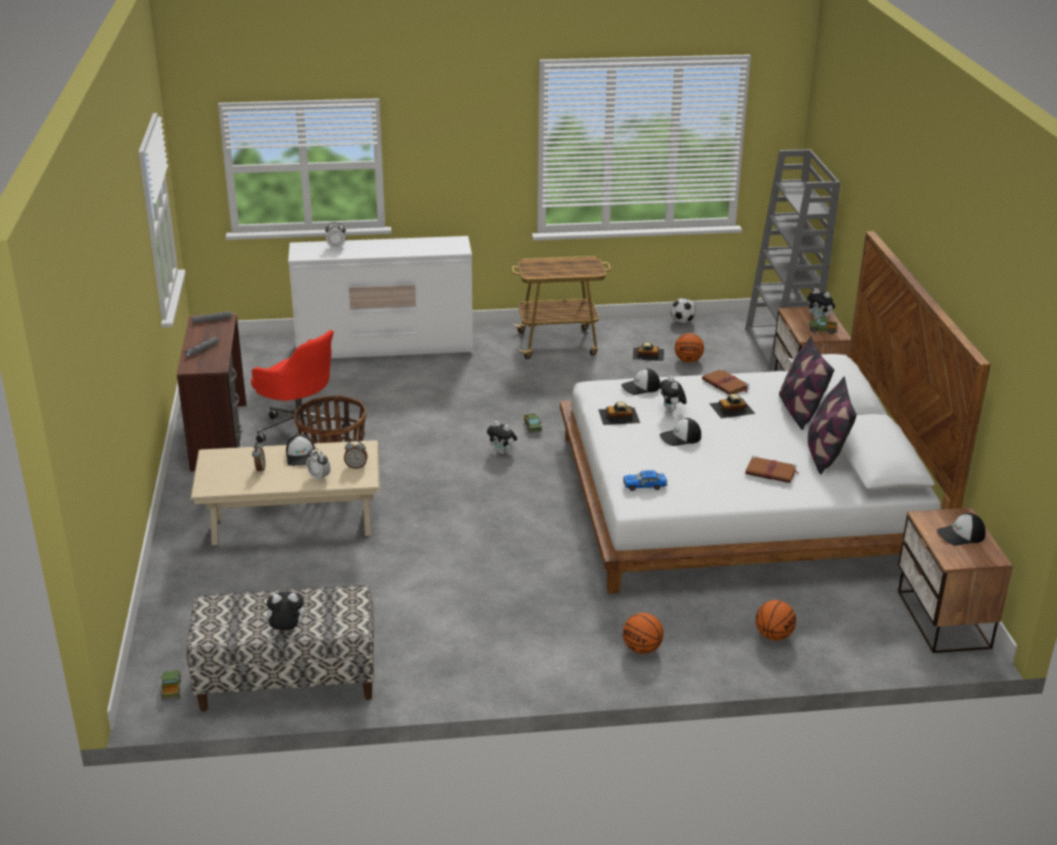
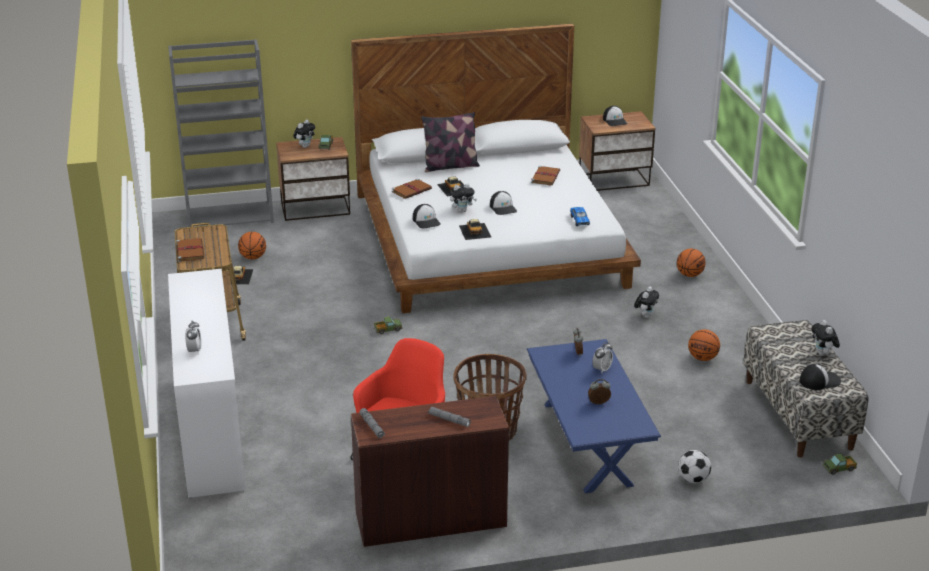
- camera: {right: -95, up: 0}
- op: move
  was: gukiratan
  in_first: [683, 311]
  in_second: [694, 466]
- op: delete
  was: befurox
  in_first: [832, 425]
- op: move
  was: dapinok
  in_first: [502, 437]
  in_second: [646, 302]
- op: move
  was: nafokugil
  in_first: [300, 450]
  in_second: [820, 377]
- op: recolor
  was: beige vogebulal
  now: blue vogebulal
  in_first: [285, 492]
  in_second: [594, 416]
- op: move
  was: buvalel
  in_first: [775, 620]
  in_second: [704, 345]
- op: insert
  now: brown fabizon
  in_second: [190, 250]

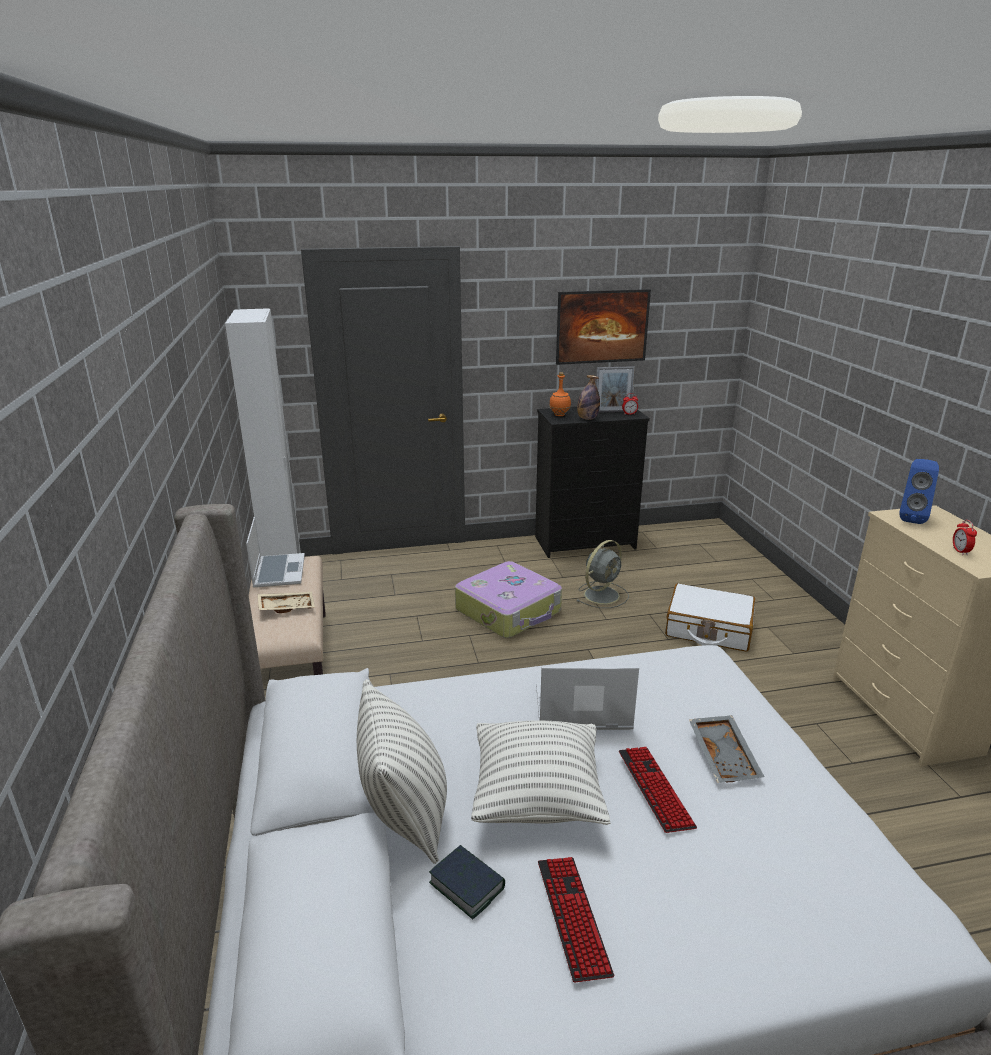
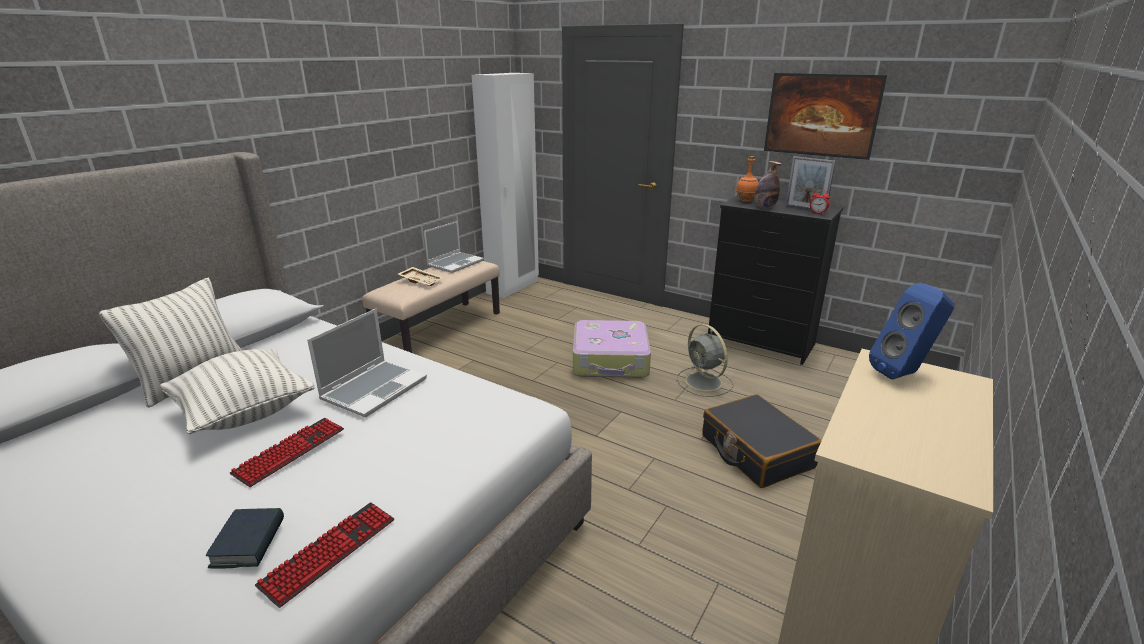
- camera: {right: 45, up: 0}
- op: delete
  was: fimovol
  in_first: [965, 537]
- op: rotate
  was: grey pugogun
  in_first: [602, 574]
  in_second: [705, 360]
  clockwise: 60
- op: recolor
  was: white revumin
  now: black revumin
  in_first: [710, 617]
  in_second: [762, 441]
- op: rotate
  was: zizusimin
  in_first: [587, 698]
  in_second: [367, 363]
  clockwise: 75
- op: delete
  was: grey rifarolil
  in_first: [727, 749]
- op: move
  was: fabizon
  in_first: [467, 882]
  in_second: [245, 538]
- op: move
  was: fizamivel
  in_first: [576, 920]
  in_second: [324, 555]

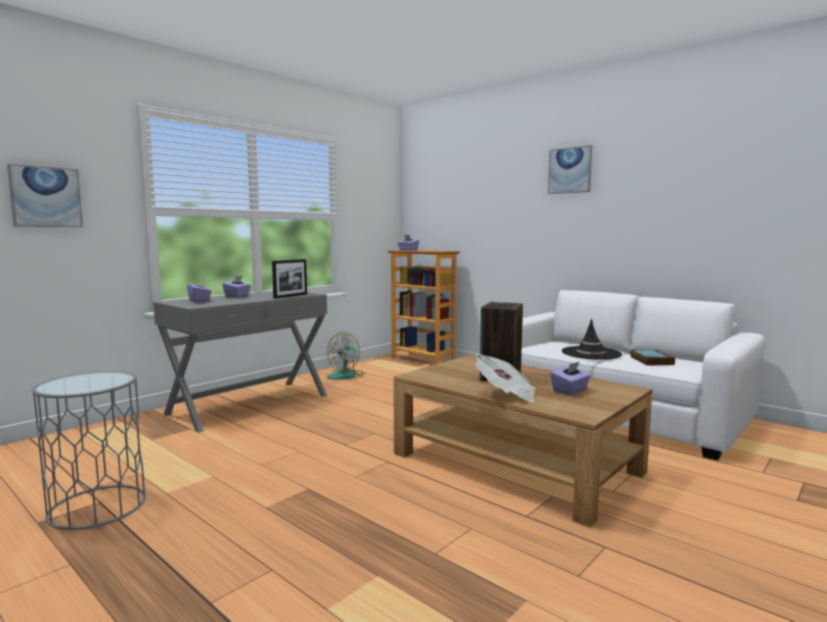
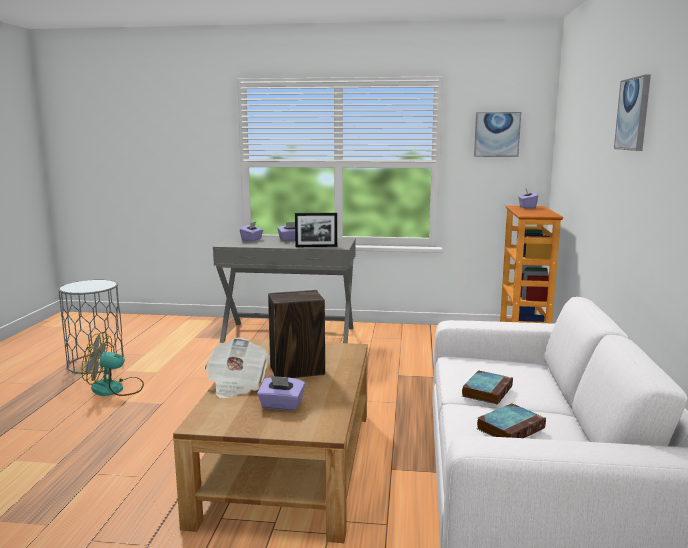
- camera: {right: 55, up: 5}
- op: move
  was: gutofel
  in_first: [45, 195]
  in_second: [497, 134]
- op: replace
  was: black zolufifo
  now: fabizon
  in_first: [592, 339]
  in_second: [487, 387]
- op: move
  was: pugogun
  in_first: [345, 356]
  in_second: [113, 364]

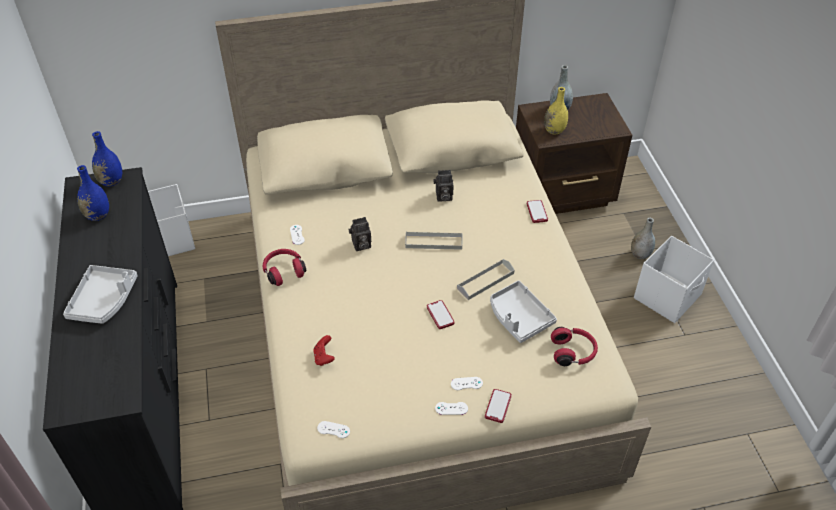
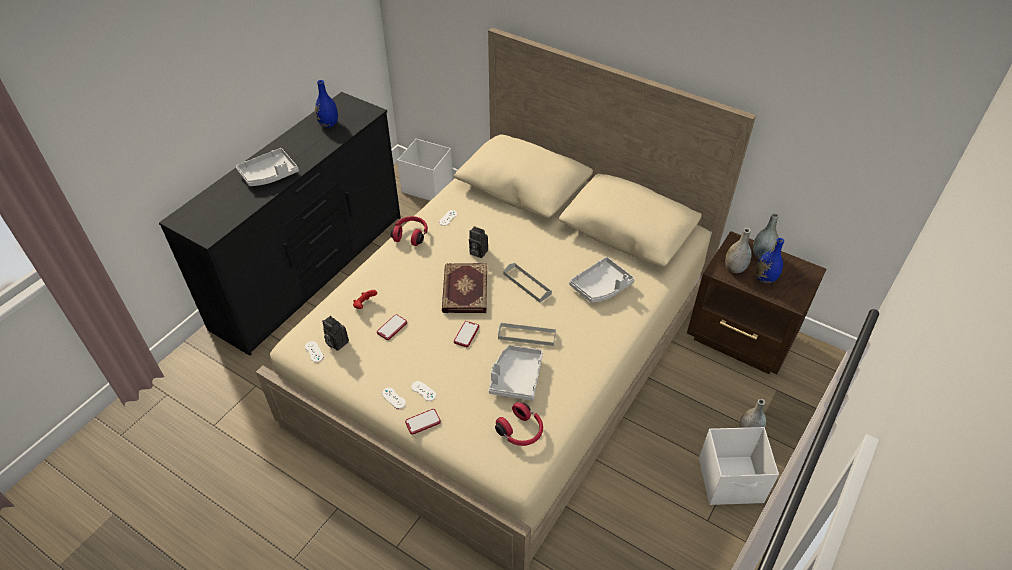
- camera: {right: 45, up: 0}
- op: recolor
  was: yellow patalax
  now: grey patalax
  in_first: [556, 110]
  in_second: [738, 250]
- op: move
  was: blue patalax
  in_first: [107, 158]
  in_second: [769, 261]
- op: move
  was: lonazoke
  in_first: [444, 186]
  in_second: [335, 333]
- op: move
  was: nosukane
  in_first: [537, 211]
  in_second: [392, 327]
- op: insert
  now: grey rifarolil
  in_second: [602, 280]
- op: insert
  now: fabizon
  in_second: [464, 288]

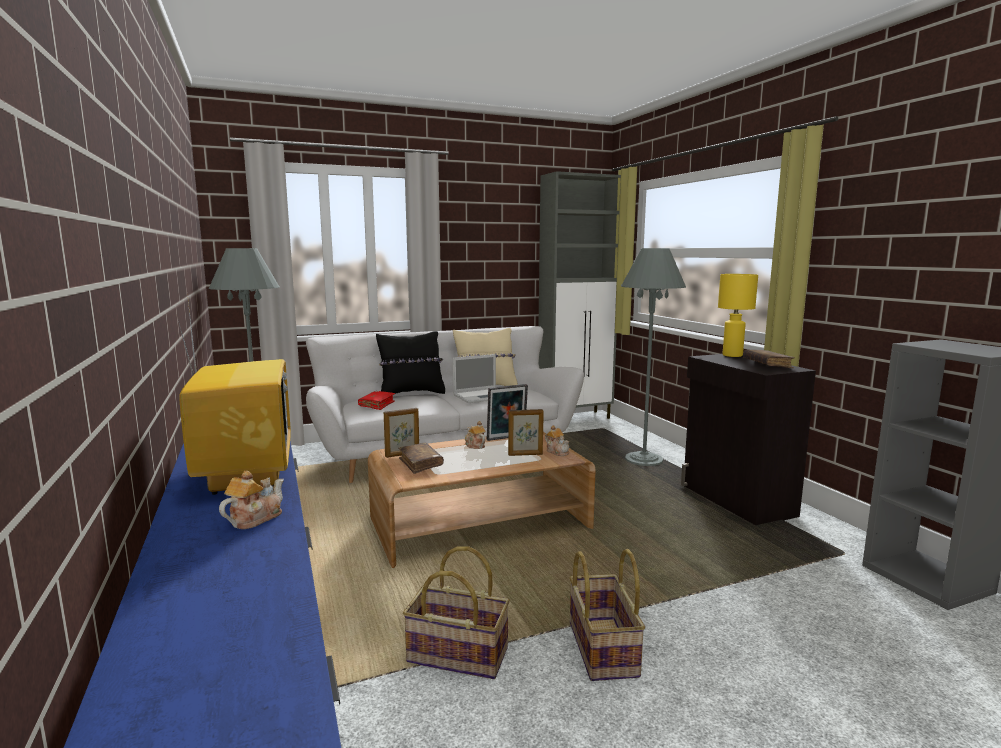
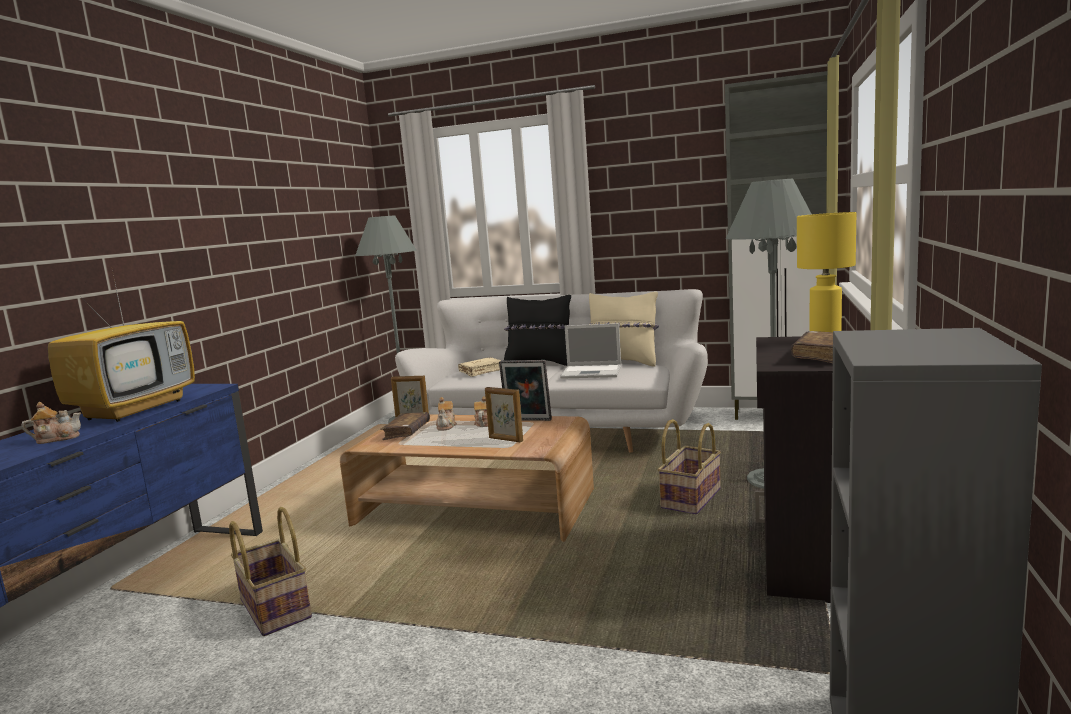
- camera: {right: 40, up: 0}
- op: recolor
  was: red fabizon
  now: beige fabizon
  in_first: [376, 400]
  in_second: [480, 367]
- op: move
  was: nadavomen
  in_first: [557, 440]
  in_second: [446, 413]
- op: move
  was: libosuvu
  in_first: [607, 615]
  in_second: [689, 466]

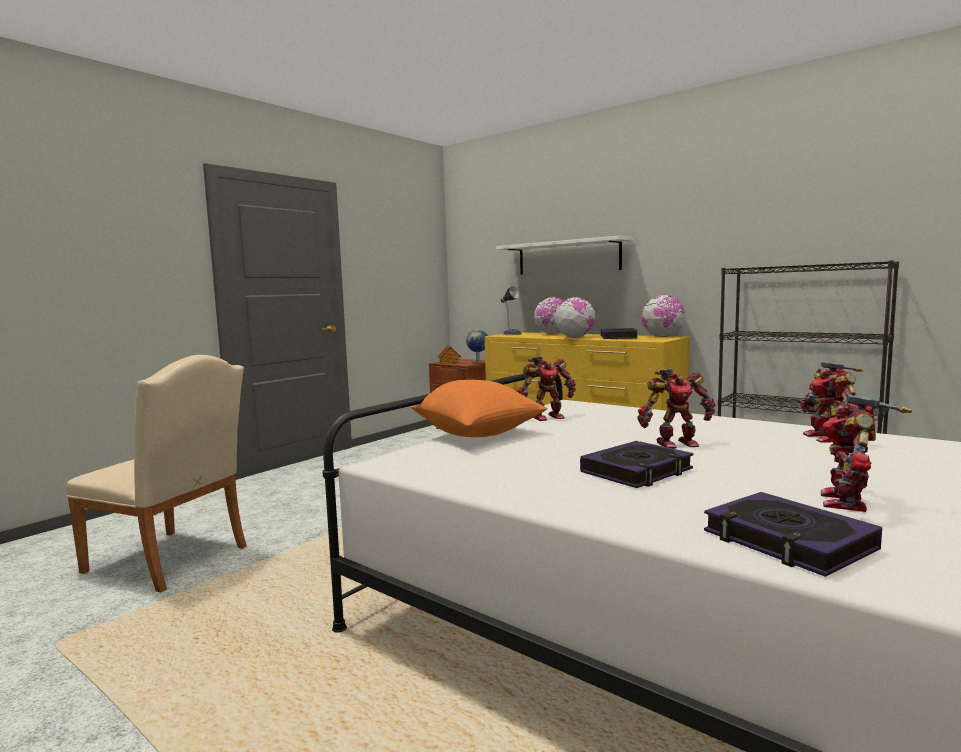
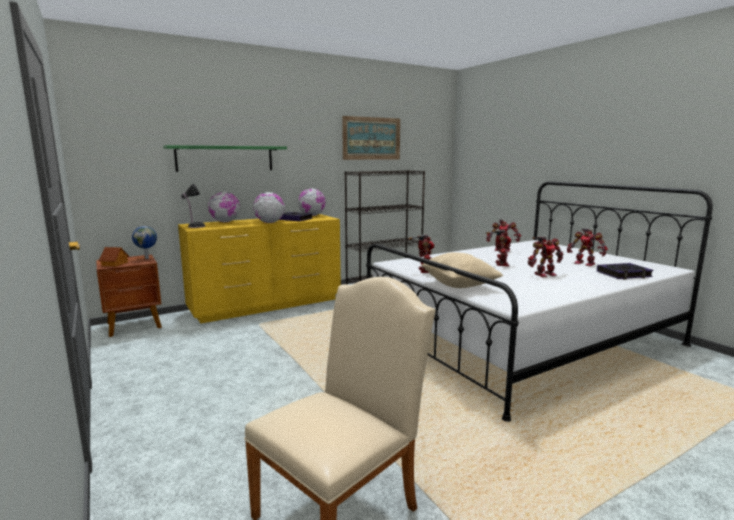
- camera: {right: -70, up: 5}
- op: recolor
  was: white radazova
  now: green radazova
  in_first: [564, 255]
  in_second: [225, 158]
- op: recolor
  was: orange befurox
  now: beige befurox
  in_first: [479, 408]
  in_second: [462, 270]
- op: replace
  was: fabizon
  now: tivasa
  in_first: [636, 464]
  in_second: [545, 257]
- op: insert
  now: gutofel
  in_second: [371, 138]

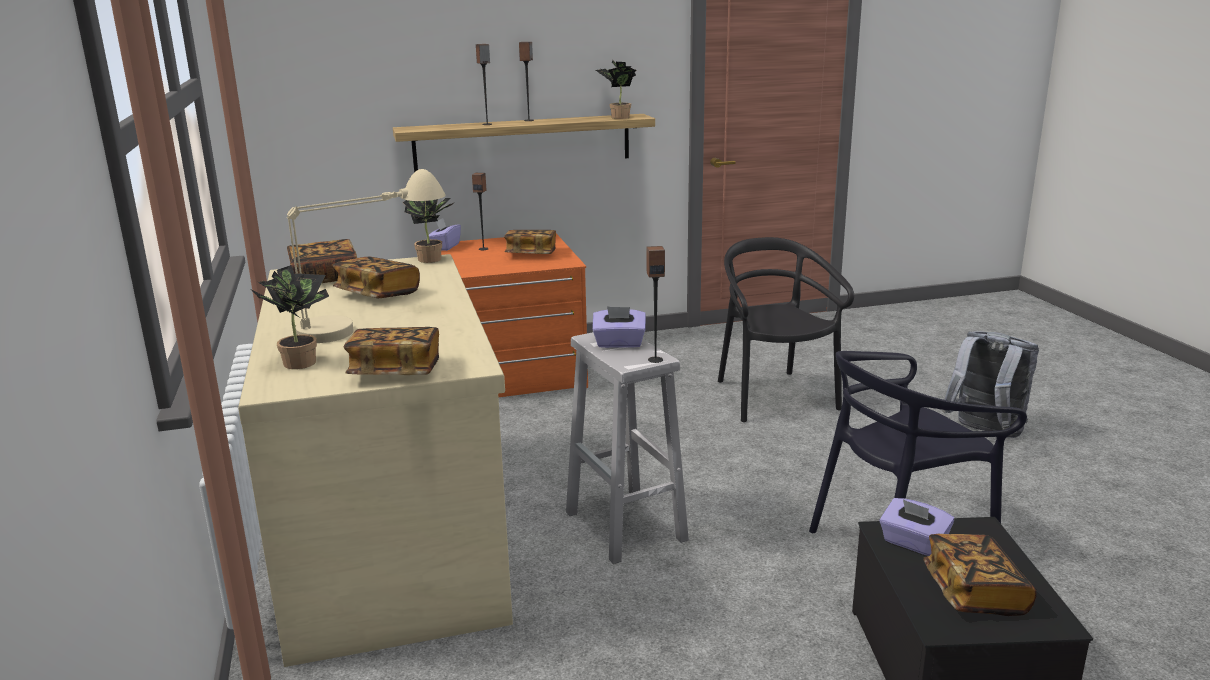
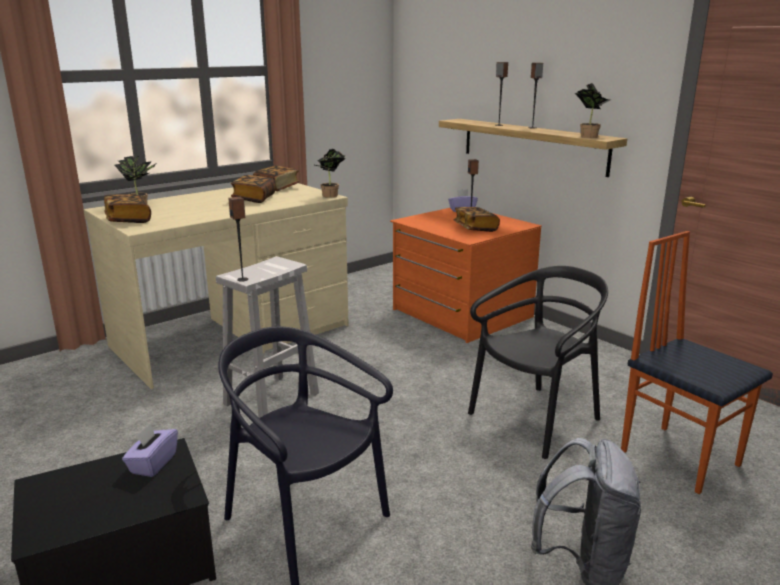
- camera: {right: 65, up: 0}
- op: delete
  was: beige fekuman
  in_first: [366, 256]
- op: delete
  was: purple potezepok
  in_first: [619, 327]
- op: delete
  was: fabizon
  in_first: [980, 575]
- op: insert
  now: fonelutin
  in_second: [697, 362]

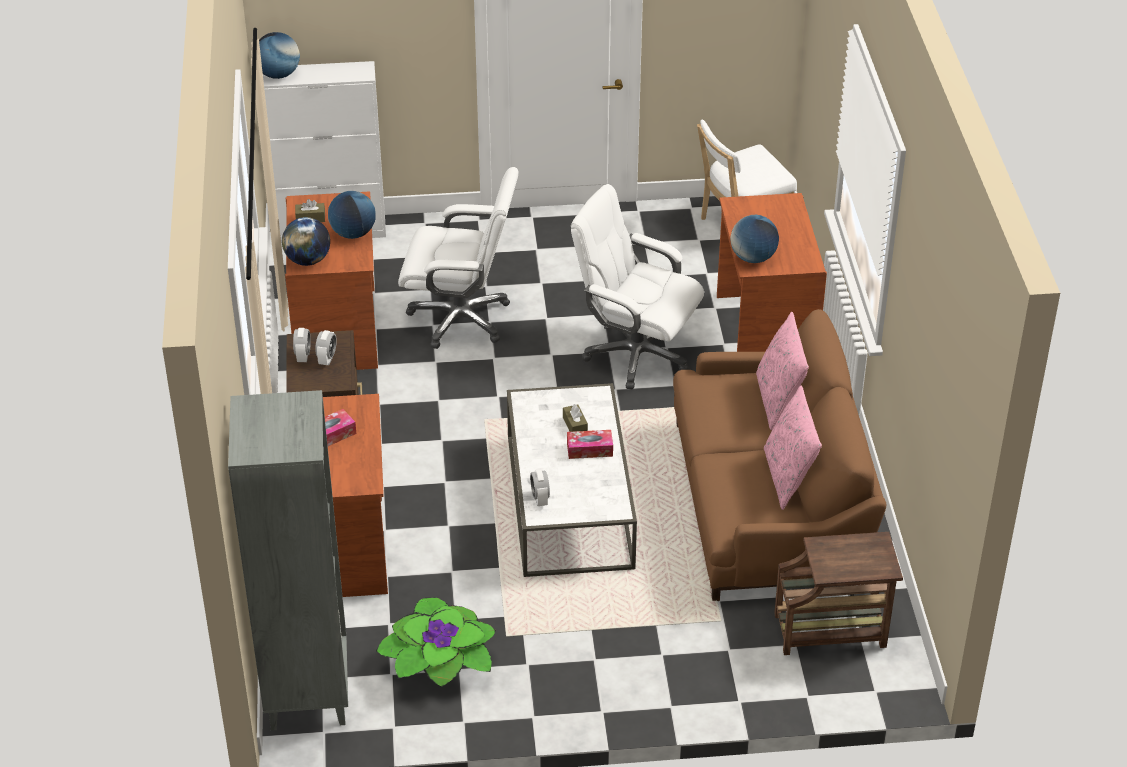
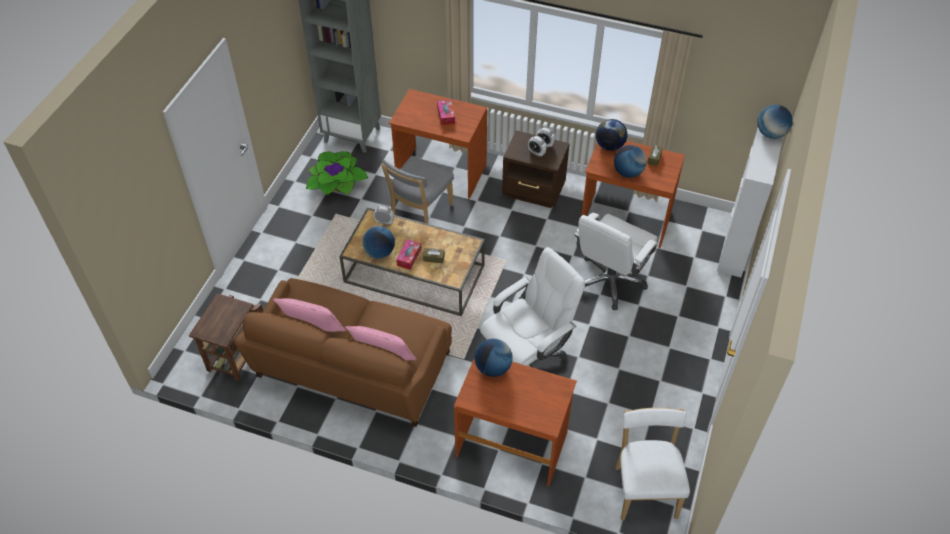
- camera: {right: 115, up: 10}
- op: recolor
  was: white vogebulal
  now: brown vogebulal
  in_first: [572, 480]
  in_second: [412, 262]
- op: insert
  now: grey fonelutin
  in_second: [417, 190]
- op: insert
  now: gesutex
  in_second: [378, 242]

